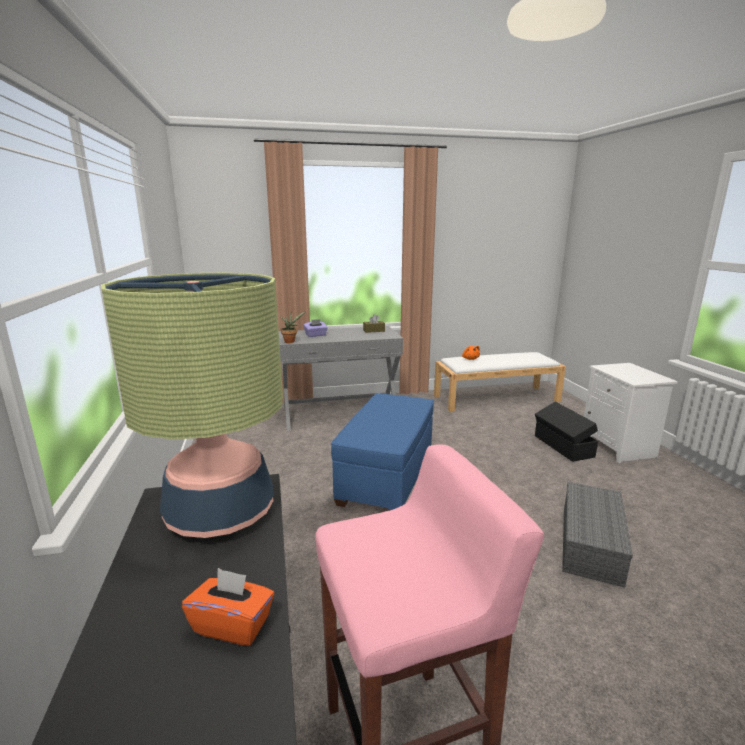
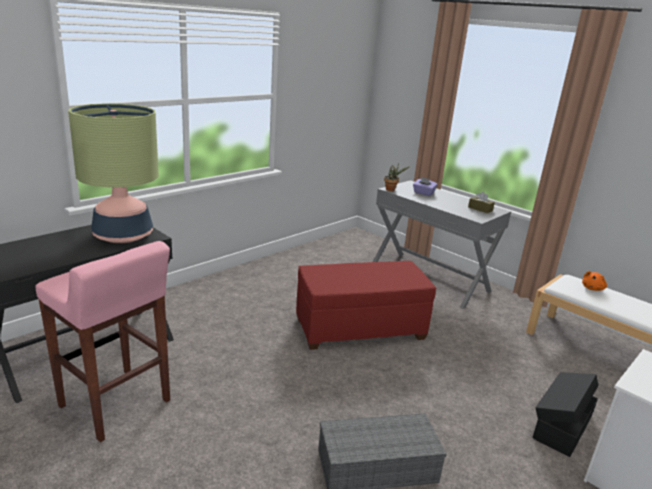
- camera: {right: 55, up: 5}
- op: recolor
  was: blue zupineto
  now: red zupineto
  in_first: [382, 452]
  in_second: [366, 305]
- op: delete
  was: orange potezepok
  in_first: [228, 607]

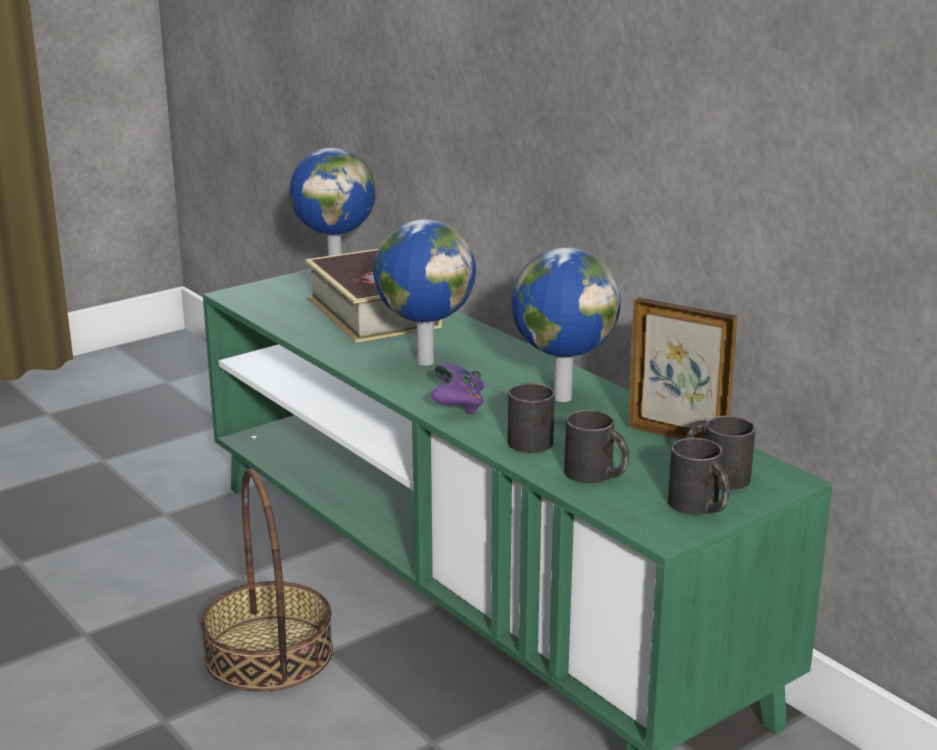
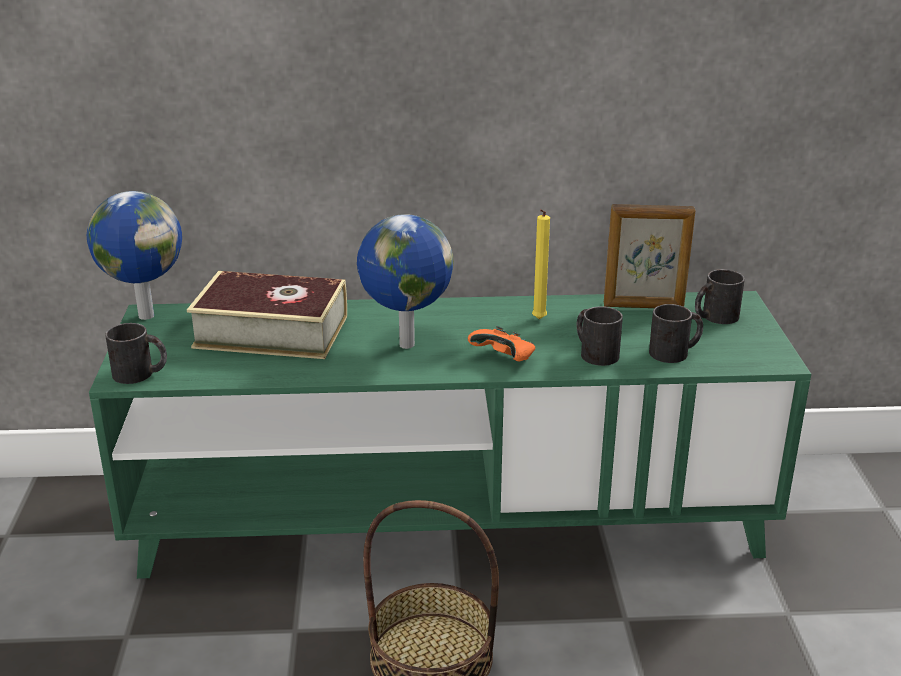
- camera: {right: -55, up: 5}
- op: replace
  was: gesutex
  now: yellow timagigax
  in_first: [566, 324]
  in_second: [541, 264]
- op: rotate
  was: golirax
  in_first: [682, 368]
  in_second: [649, 256]
  clockwise: -150
- op: recolor
  was: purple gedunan
  now: orange gedunan
  in_first: [457, 388]
  in_second: [501, 343]
- op: move
  was: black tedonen
  in_first: [699, 476]
  in_second: [136, 353]

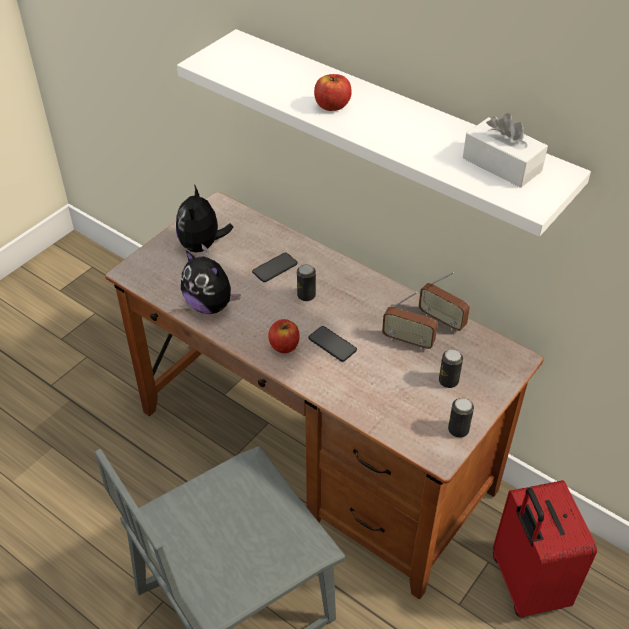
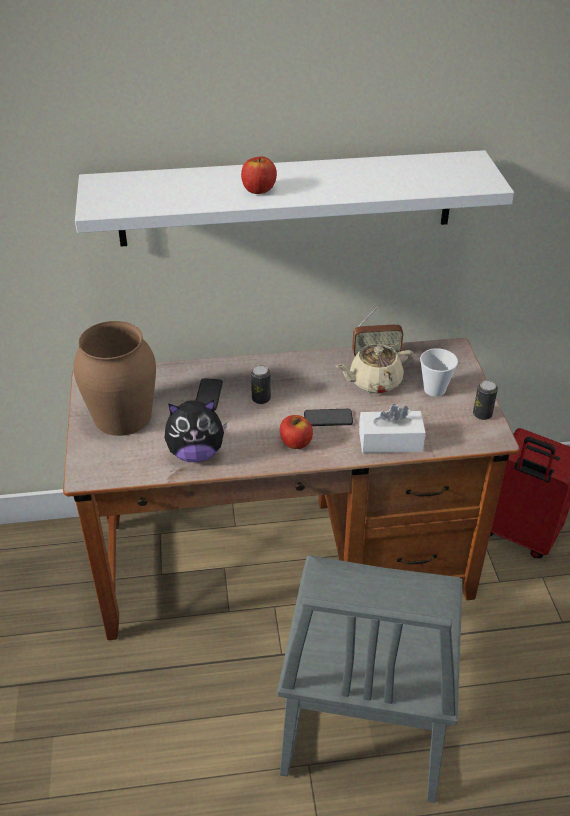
- camera: {right: -45, up: -5}
- op: move
  was: white potezepok
  in_first: [505, 150]
  in_second: [392, 428]
- op: replace
  was: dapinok
  now: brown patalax
  in_first: [204, 219]
  in_second: [114, 378]
- op: replace
  was: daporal
  now: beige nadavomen
  in_first: [410, 321]
  in_second: [374, 369]
- op: replace
  was: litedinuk
  now: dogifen
  in_first: [451, 368]
  in_second: [439, 372]

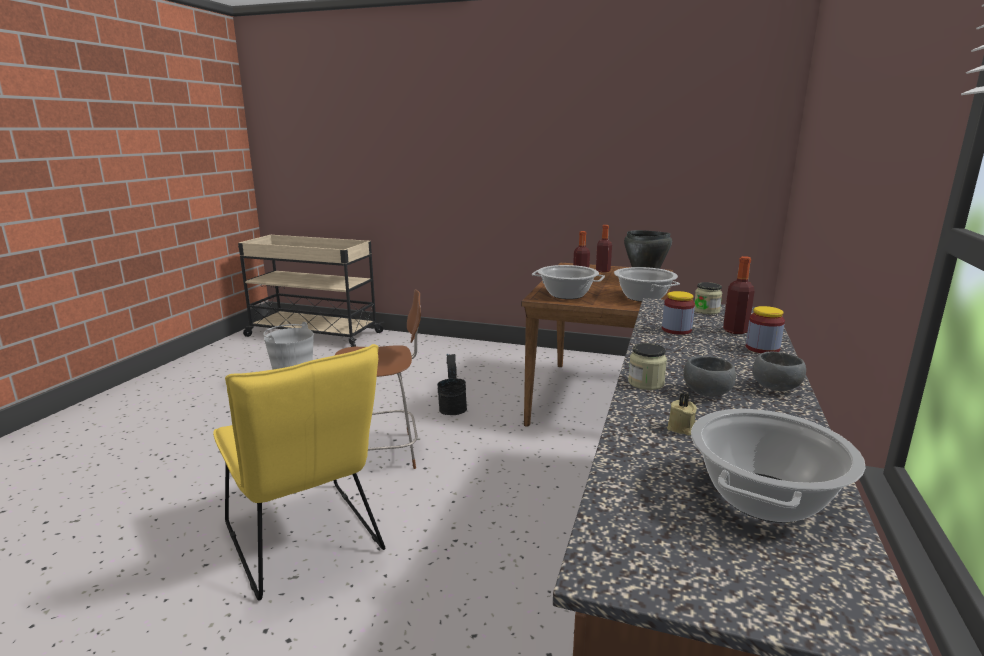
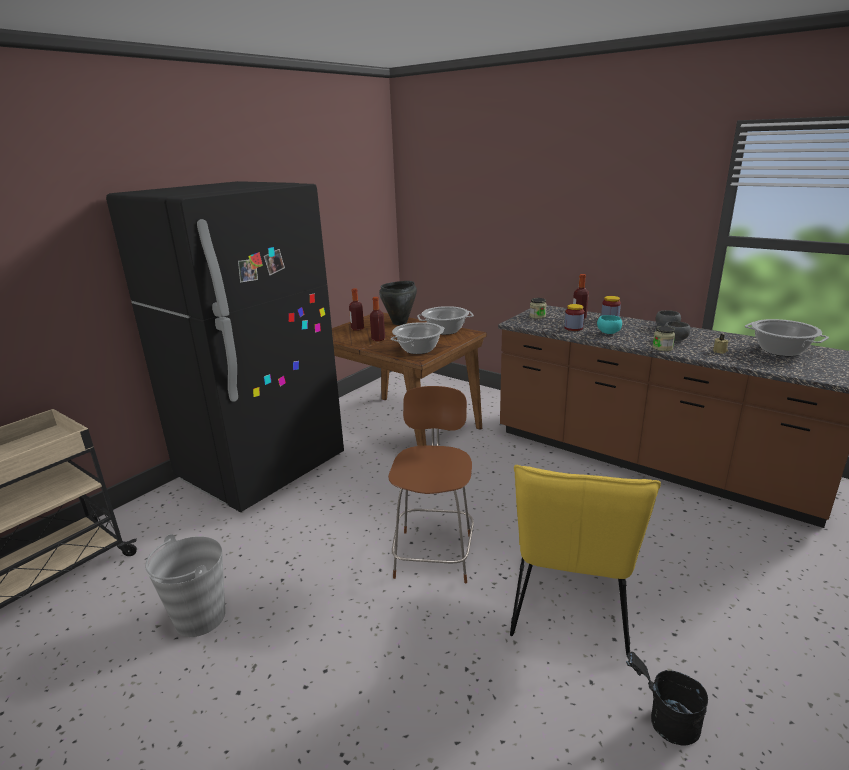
- camera: {right: -70, up: 5}
- op: rotate
  was: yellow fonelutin
  in_first: [299, 472]
  in_second: [585, 560]
  clockwise: 120
- op: move
  was: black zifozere
  in_first: [452, 384]
  in_second: [667, 699]
- op: insert
  now: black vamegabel
  in_second: [225, 346]
- op: insert
  now: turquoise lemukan
  in_second: [609, 324]

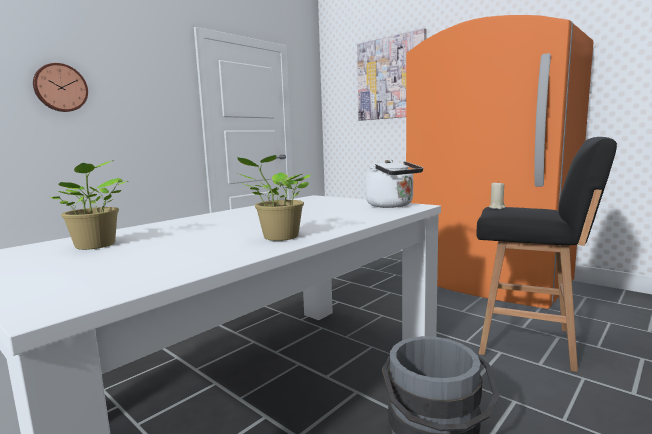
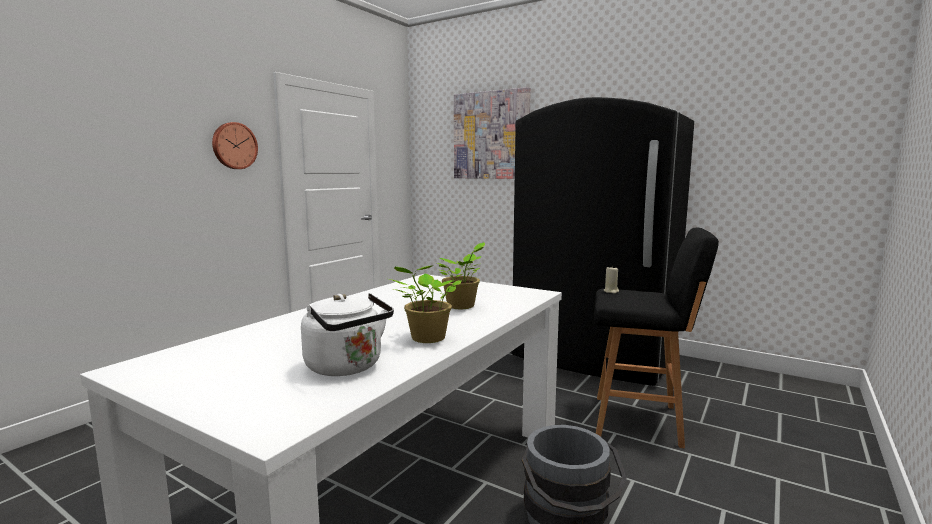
- camera: {right: -10, up: 0}
- op: recolor
  was: orange vamegabel
  now: black vamegabel
  in_first: [500, 162]
  in_second: [603, 241]
- op: move
  was: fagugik
  in_first: [60, 87]
  in_second: [235, 145]
- op: move
  was: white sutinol
  in_first: [394, 183]
  in_second: [347, 334]
- op: move
  was: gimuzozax
  in_first: [89, 205]
  in_second: [461, 275]

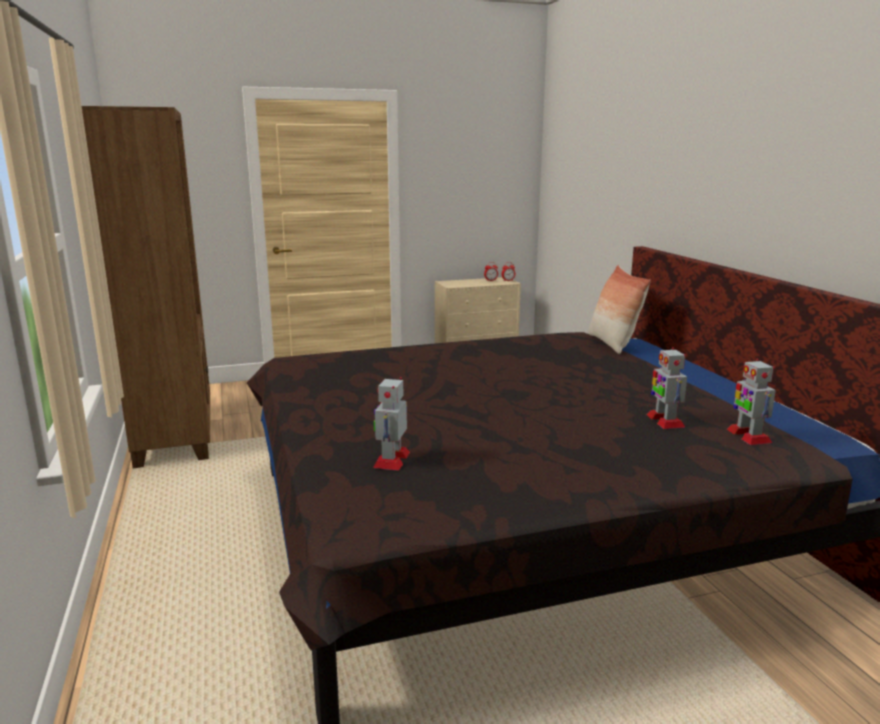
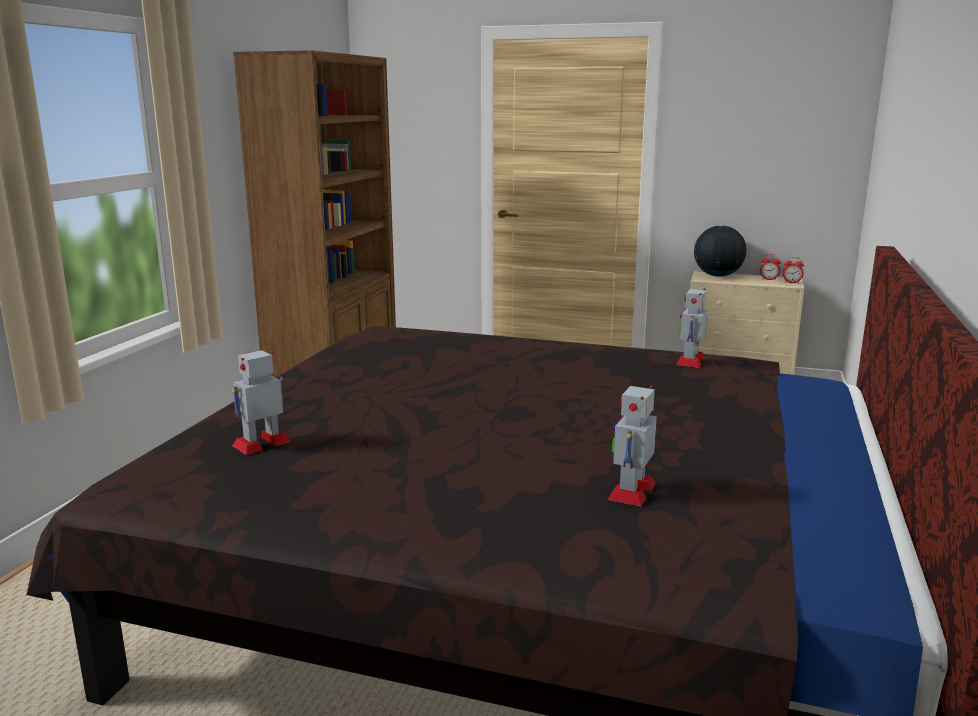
- camera: {right: 35, up: 0}
- op: delete
  was: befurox
  in_first: [620, 309]
- op: move
  was: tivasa
  in_first: [751, 402]
  in_second: [691, 328]
- op: insert
  now: gesutex
  in_second: [720, 251]

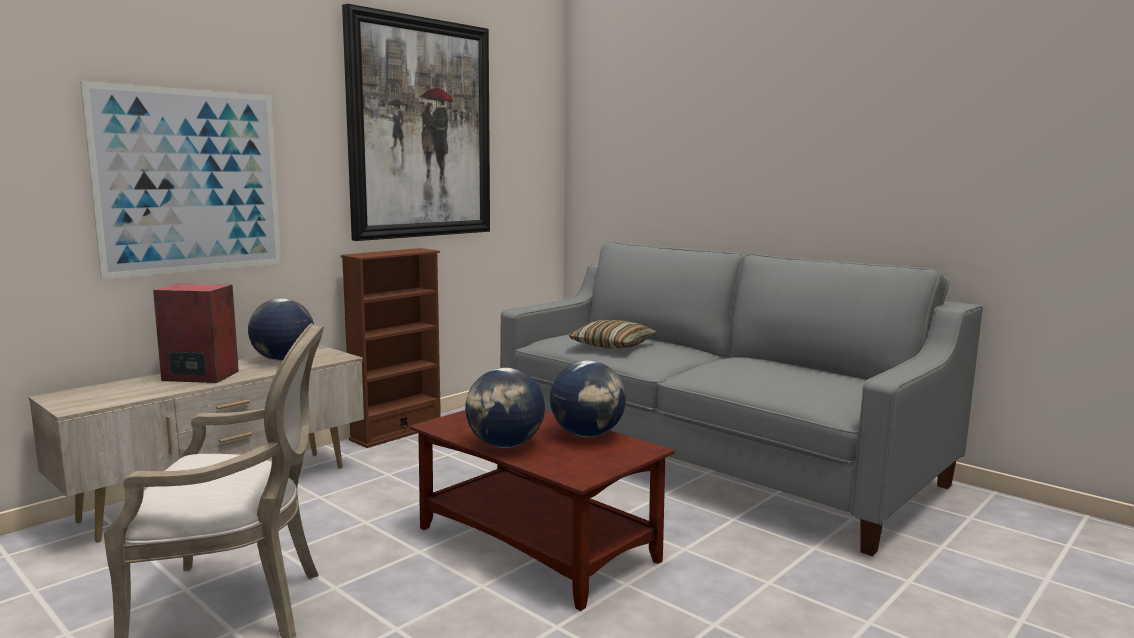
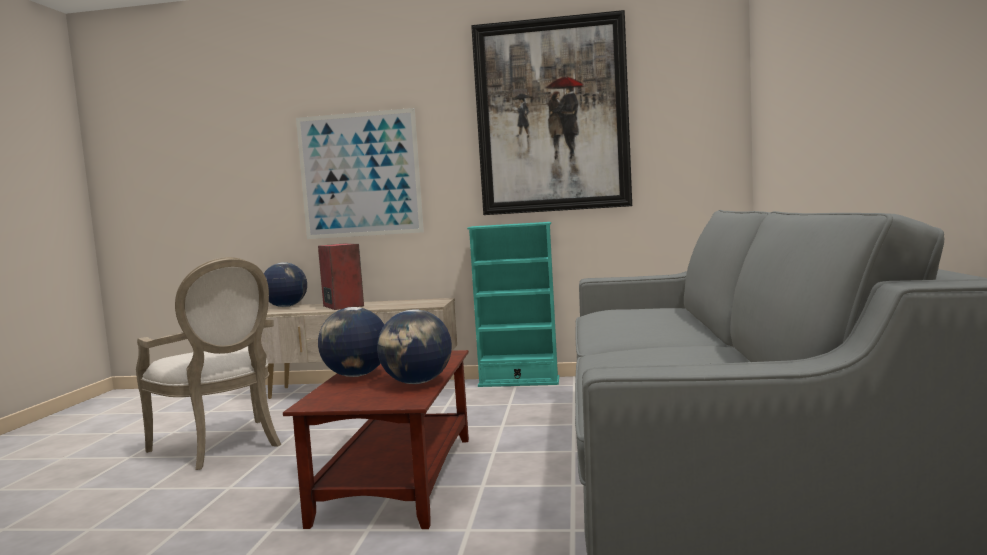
- camera: {right: 55, up: -5}
- op: recolor
  was: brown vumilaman
  now: turquoise vumilaman
  in_first: [391, 348]
  in_second: [513, 304]
- op: move
  was: gesutex
  in_first: [281, 329]
  in_second: [285, 284]
- op: delete
  was: befurox
  in_first: [613, 334]

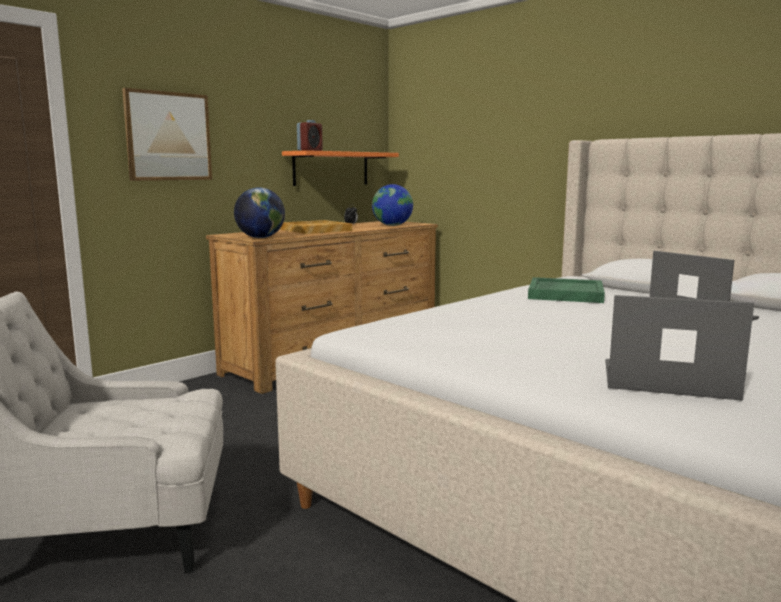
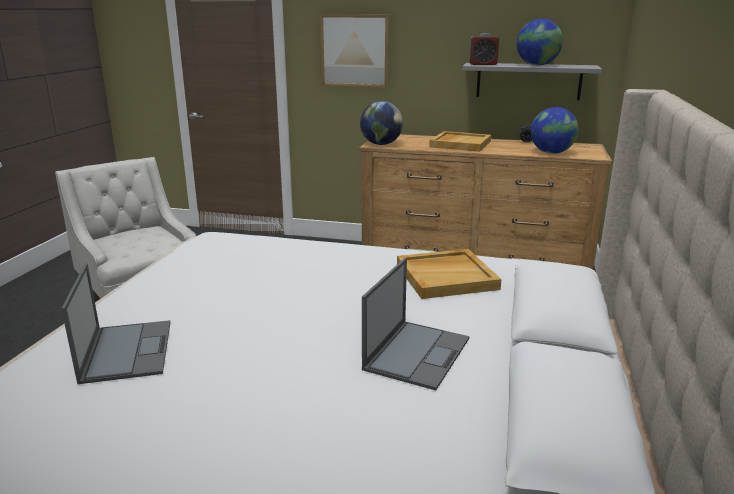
- camera: {right: 60, up: 10}
- op: recolor
  was: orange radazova
  now: grey radazova
  in_first: [340, 168]
  in_second: [532, 81]
- op: recolor
  was: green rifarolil
  now: beige rifarolil
  in_first: [566, 290]
  in_second: [449, 274]
- op: insert
  now: gesutex
  in_second: [540, 42]

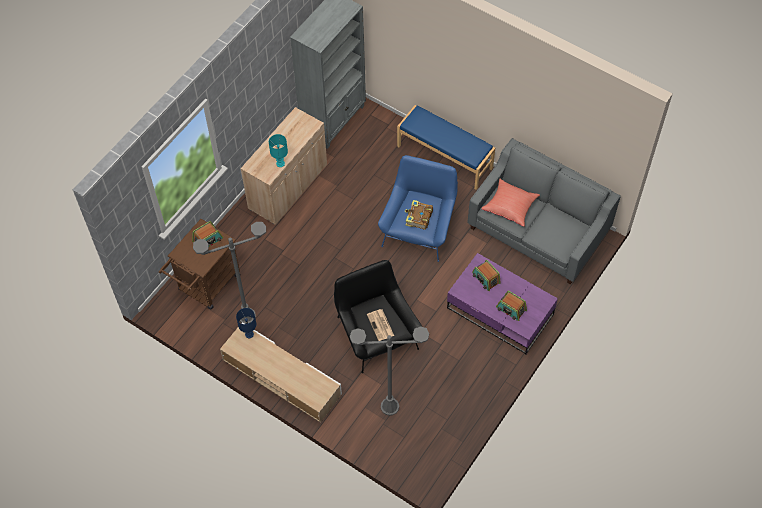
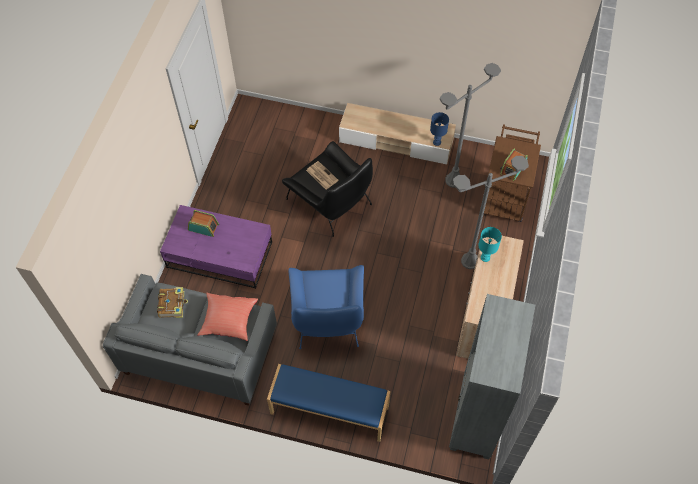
- camera: {right: 160, up: 0}
- op: move
  was: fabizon
  in_first: [419, 215]
  in_second: [172, 302]
- op: delete
  was: daporal
  in_first: [486, 275]
- op: move
  was: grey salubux
  in_first: [389, 371]
  in_second: [491, 212]

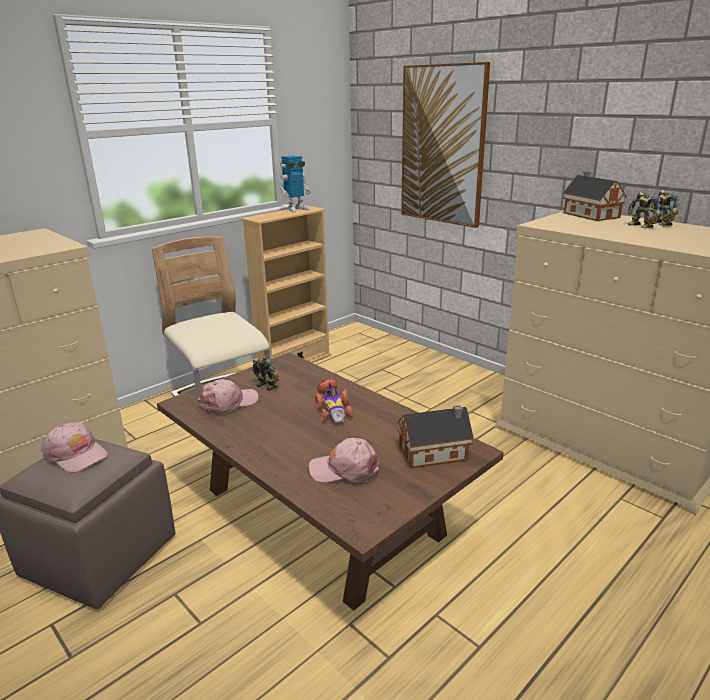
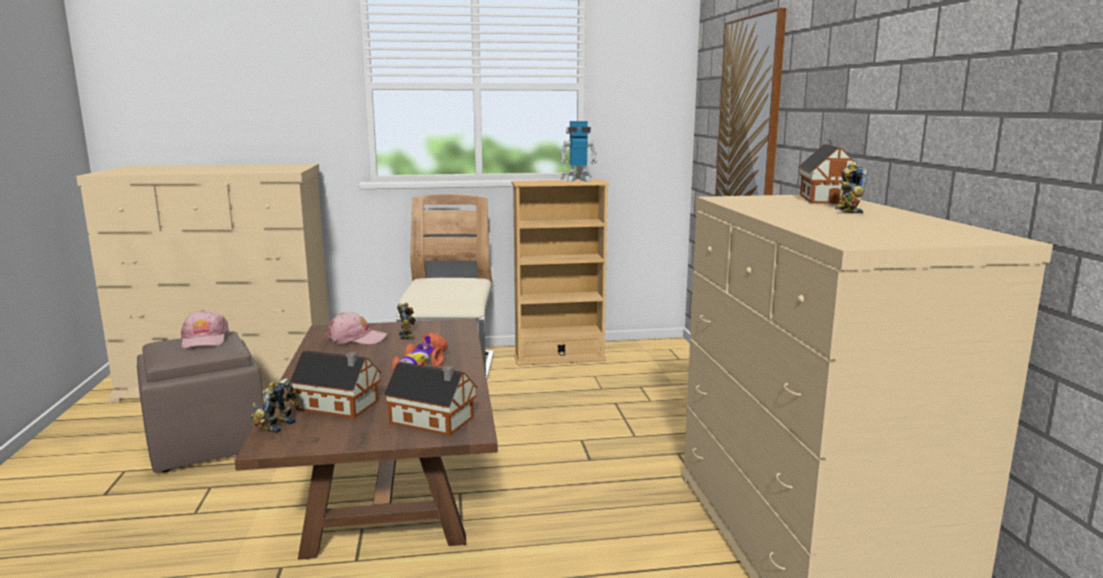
- camera: {right: 35, up: -10}
- op: move
  was: tivasa
  in_first: [665, 208]
  in_second: [274, 405]
- op: replace
  was: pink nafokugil
  now: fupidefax
  in_first: [344, 460]
  in_second: [335, 384]

